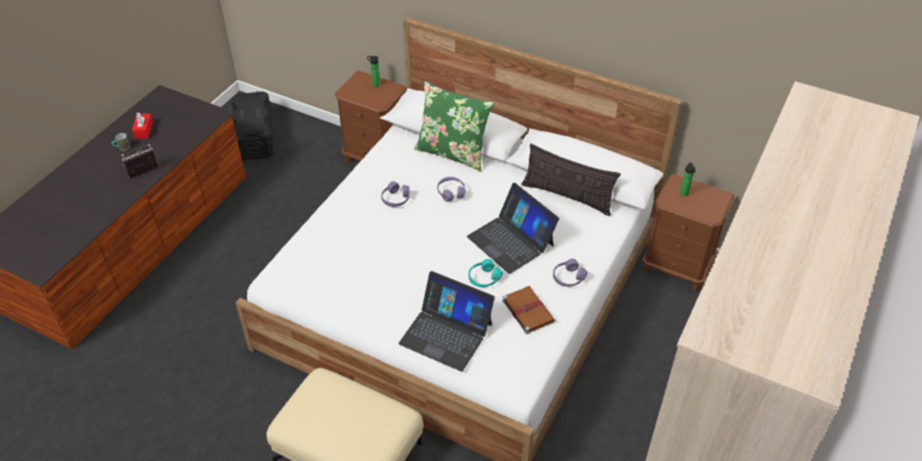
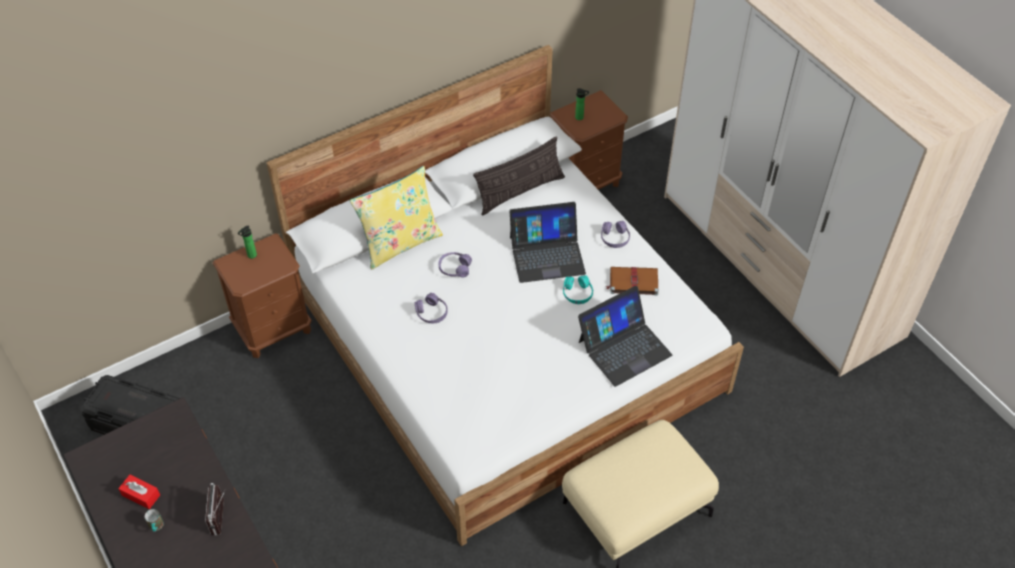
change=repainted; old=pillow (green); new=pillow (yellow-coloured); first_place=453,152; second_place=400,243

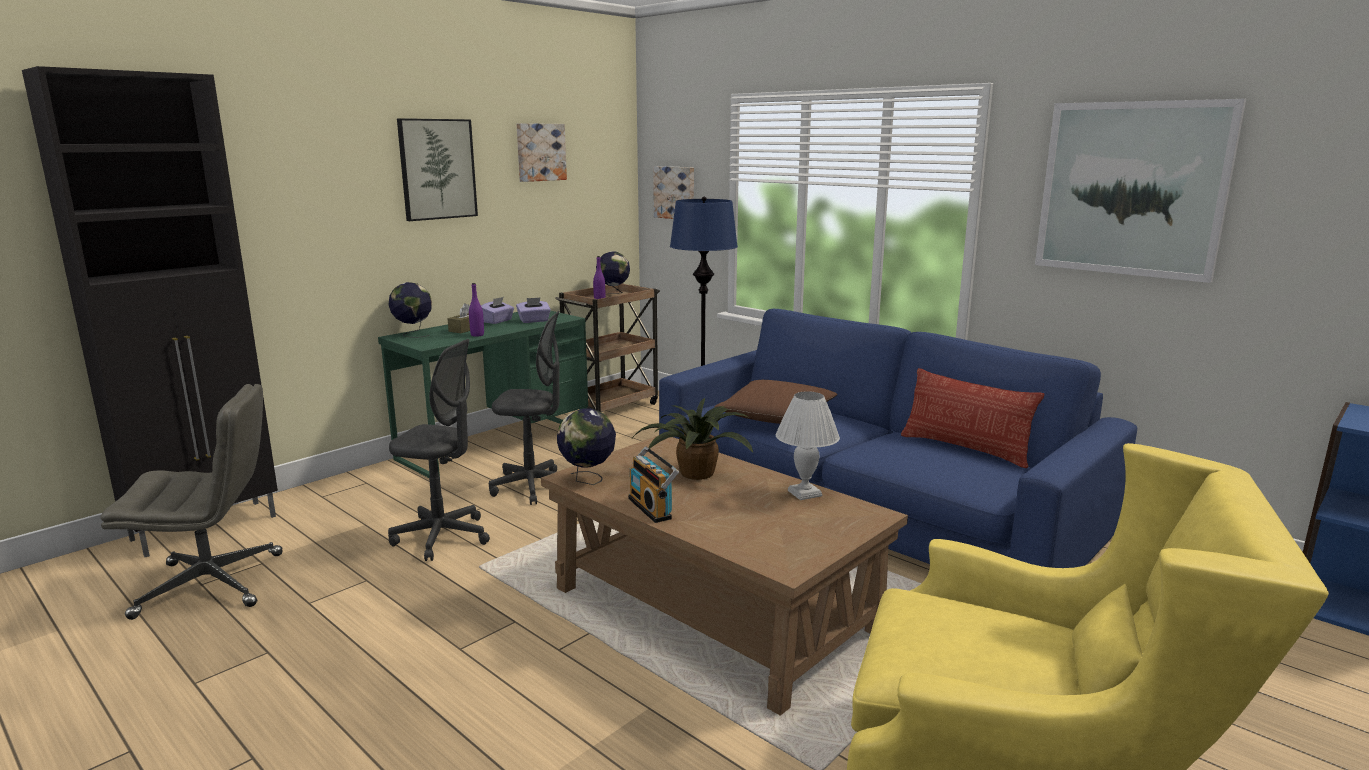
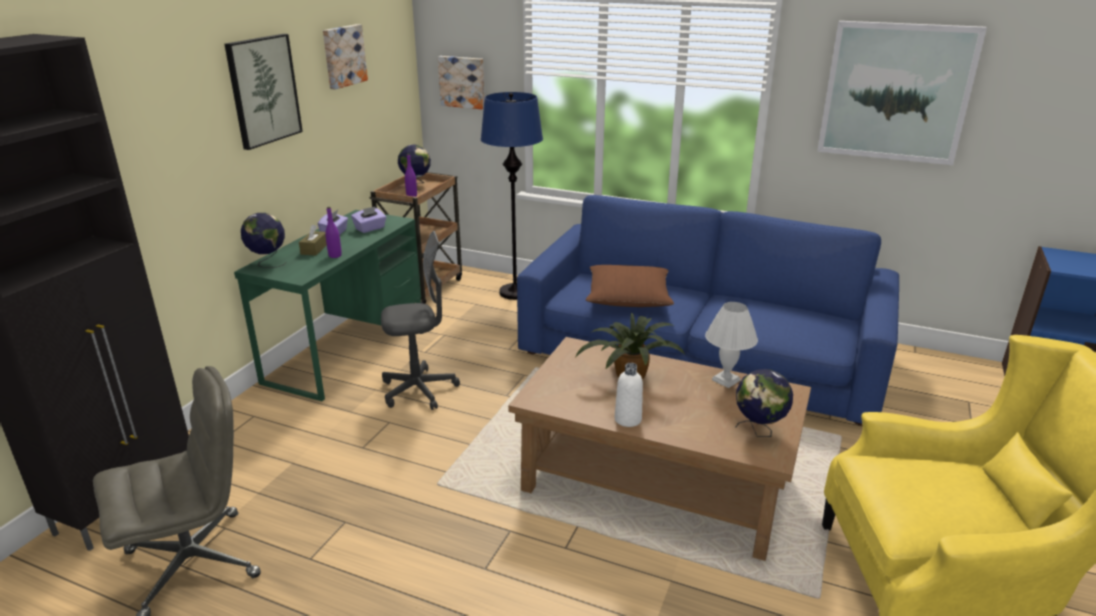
change=gone; old=office chair (greyish); first_place=442,537
change=shifted; old=desk globe; first_place=588,480; second_place=759,431
change=swapped; old=radio set; new=beverage bottle (white-coloured); first_place=652,508; second_place=628,419
change=gone; old=pillow; first_place=965,448

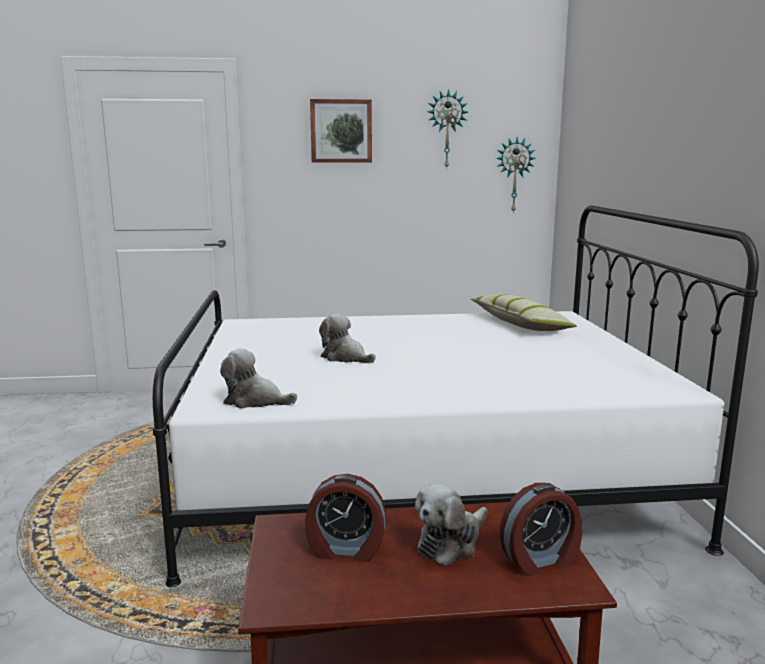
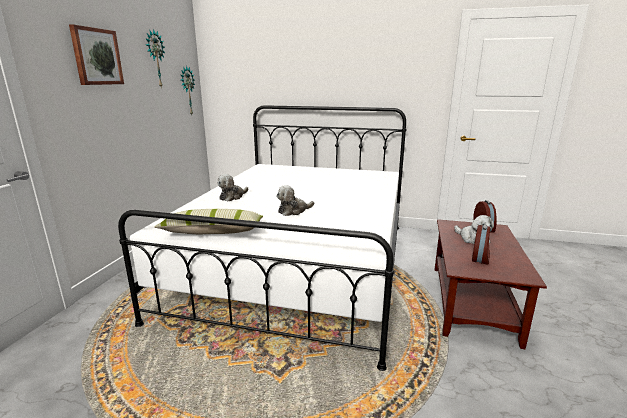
change=shifted; old=soft toy; first_place=255,401; second_place=232,197
change=shifted; old=pillow; first_place=520,325; second_place=213,232

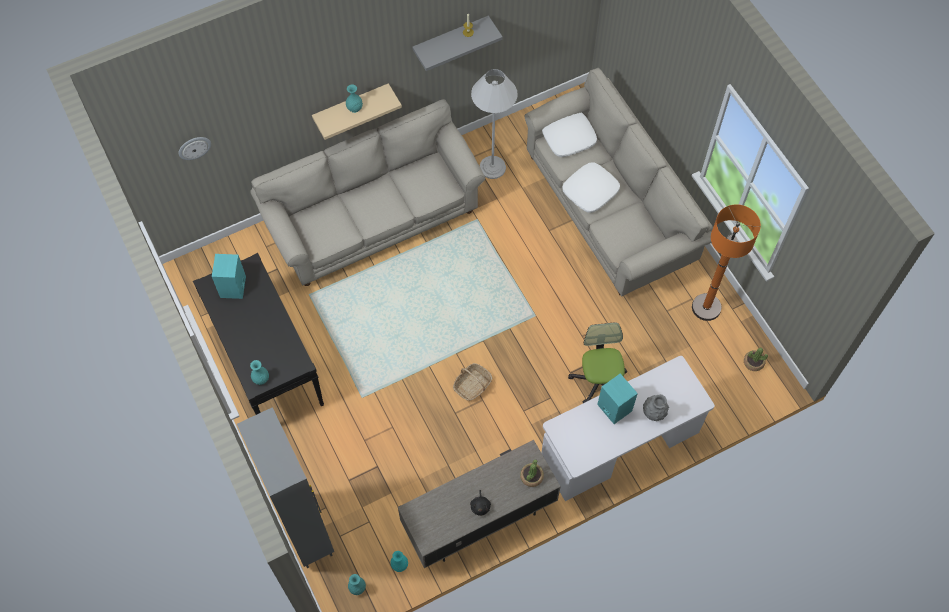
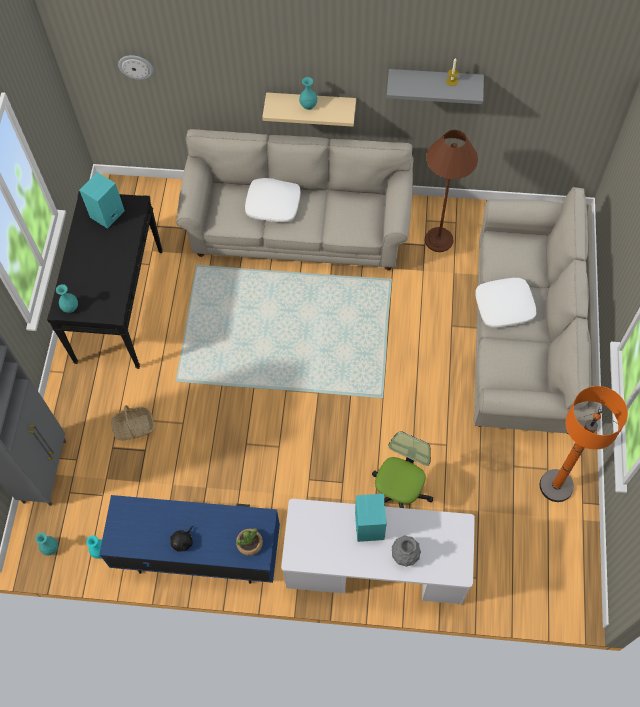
change=repainted; old=tv unit (greyish); new=tv unit (bluish); first_place=478,518; second_place=197,553
change=shifted; old=basket; first_place=472,385; second_place=134,427
change=repainted; old=standard lamp (white-coloured); new=standard lamp (brown); first_place=492,167; second_place=439,239
change=shifted; old=pillow (white-coloured); first_place=568,138; second_place=273,204
change=gone; old=plant in a pot; first_place=753,362

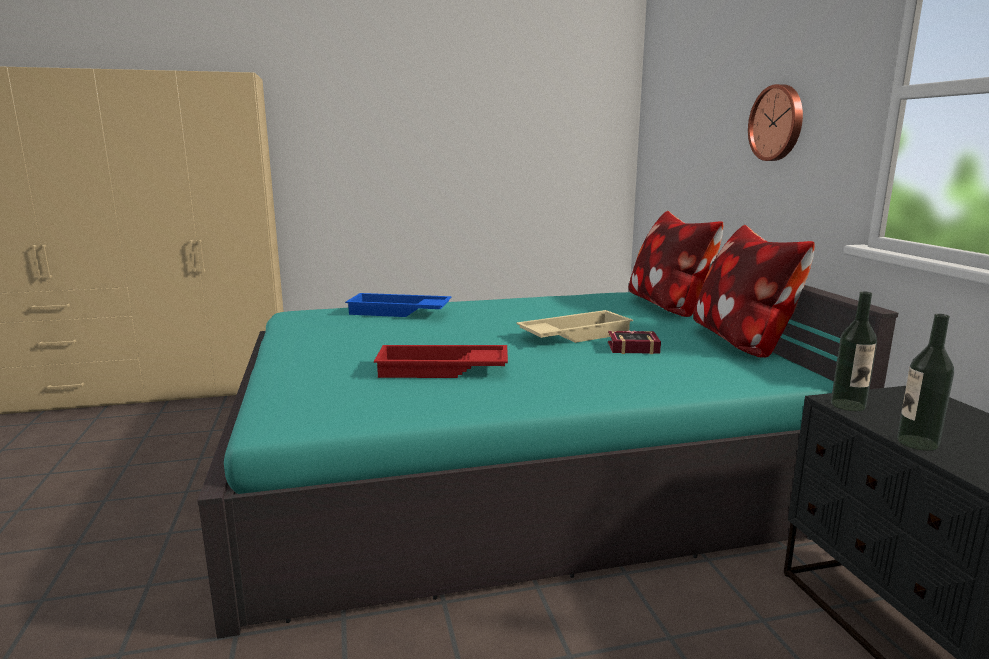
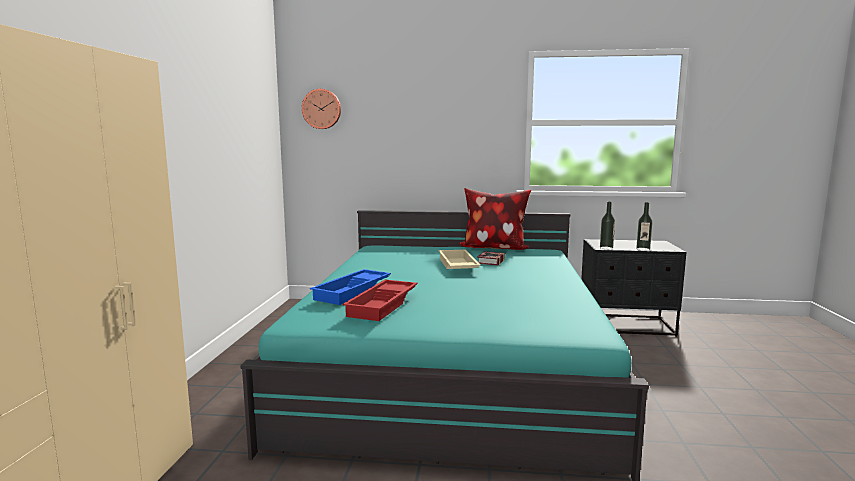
change=shifted; old=carrying tray (red); first_place=441,370; second_place=383,305
change=gone; old=pillow; first_place=669,306
change=shifted; old=hanging clock; first_place=777,123; second_place=322,109

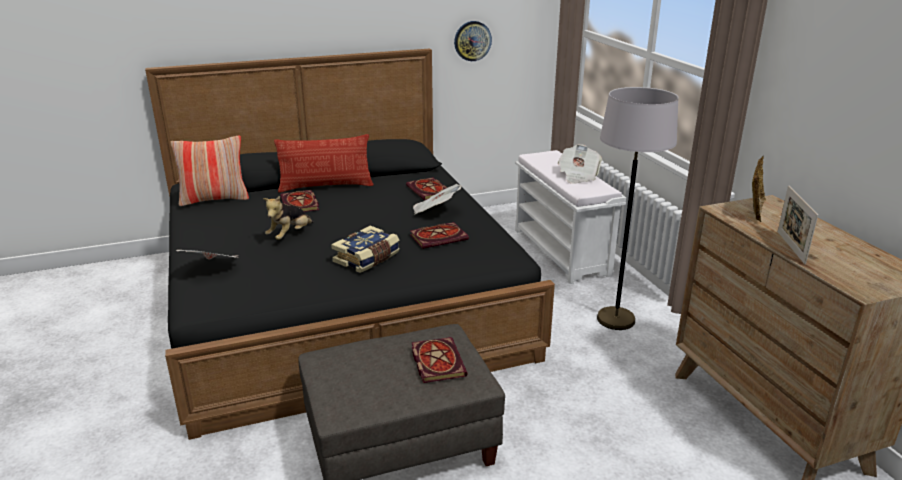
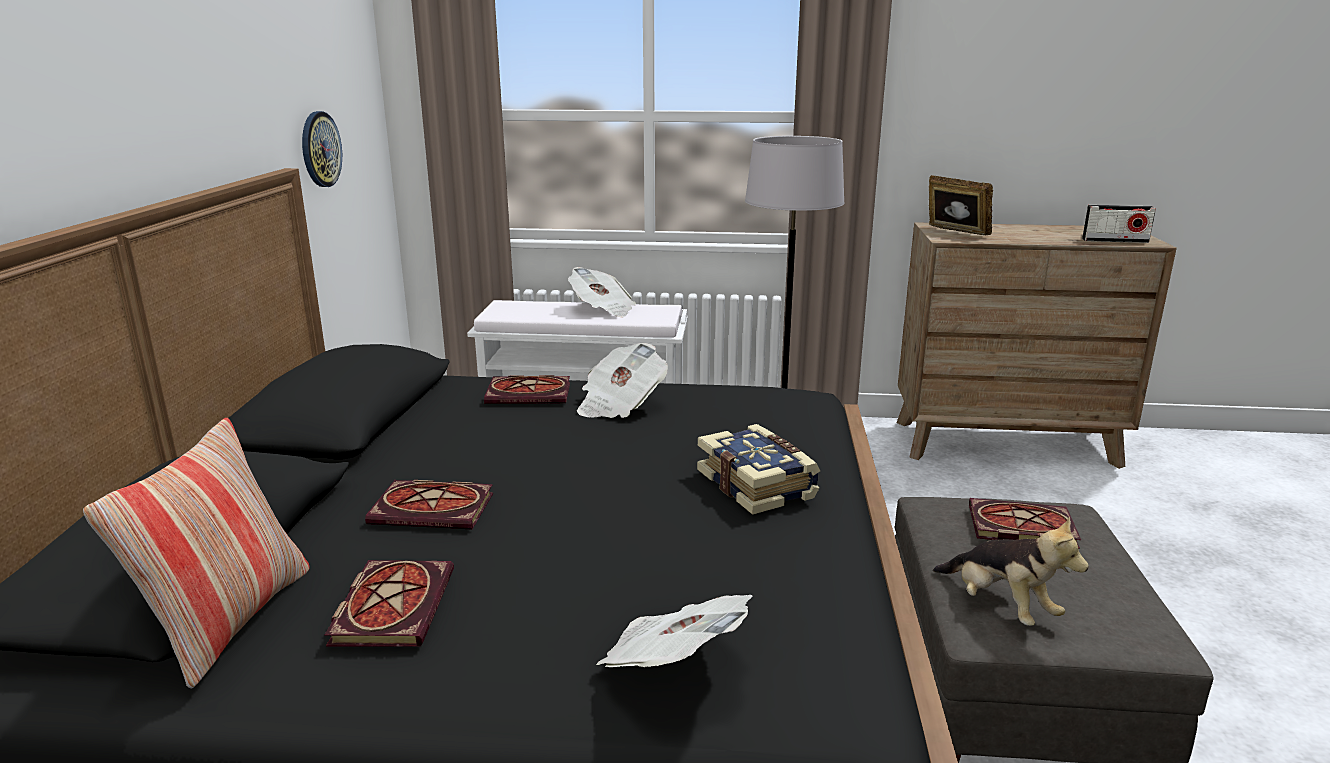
change=shifted; old=soft toy; first_place=290,235; second_place=1000,606
change=gone; old=pillow; first_place=326,186
change=shifted; old=book; first_place=439,237; second_place=392,605
change=gone; old=photo frame; first_place=790,247
change=new; new=radio set; second_place=1115,241

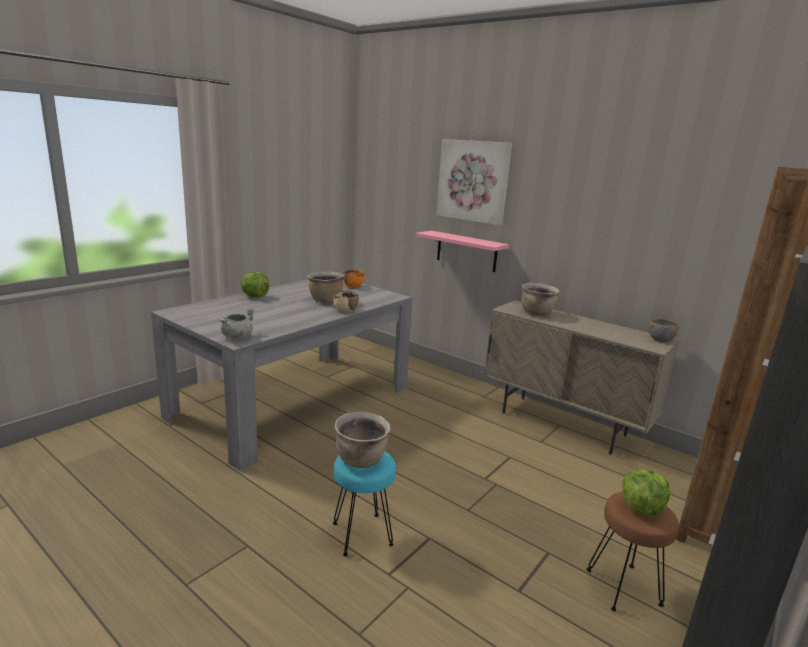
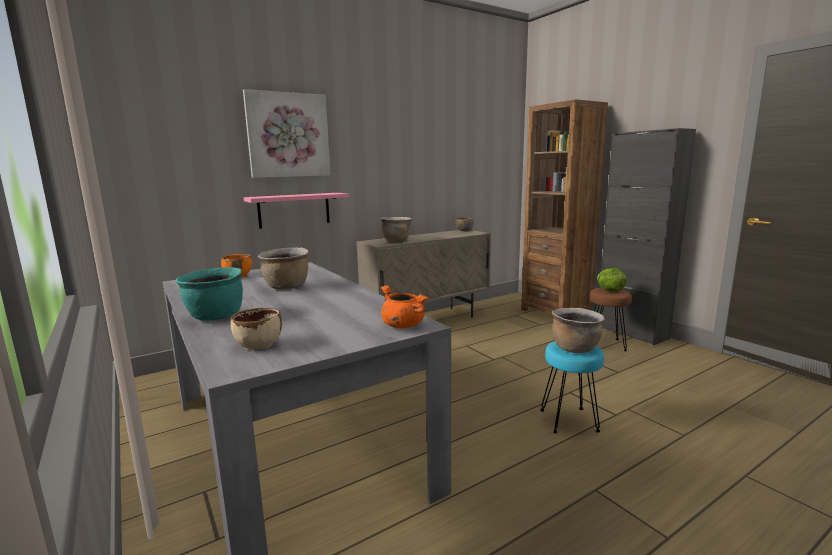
change=repainted; old=stockpot (greyish); new=stockpot (orangey); first_place=237,337; second_place=402,325
change=swapped; old=lettuce head; new=stockpot (turquoise); first_place=254,296; second_place=215,317
change=shifted; old=serving bowl (sand-coloured); first_place=345,310; second_place=259,345

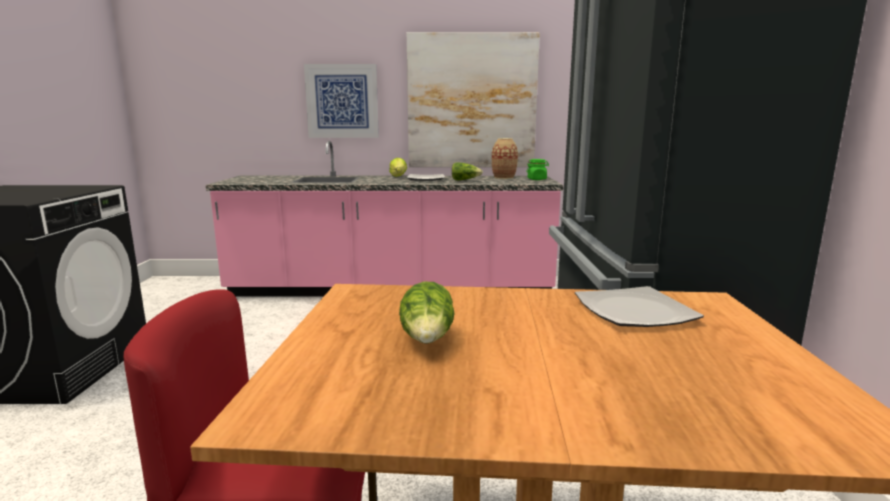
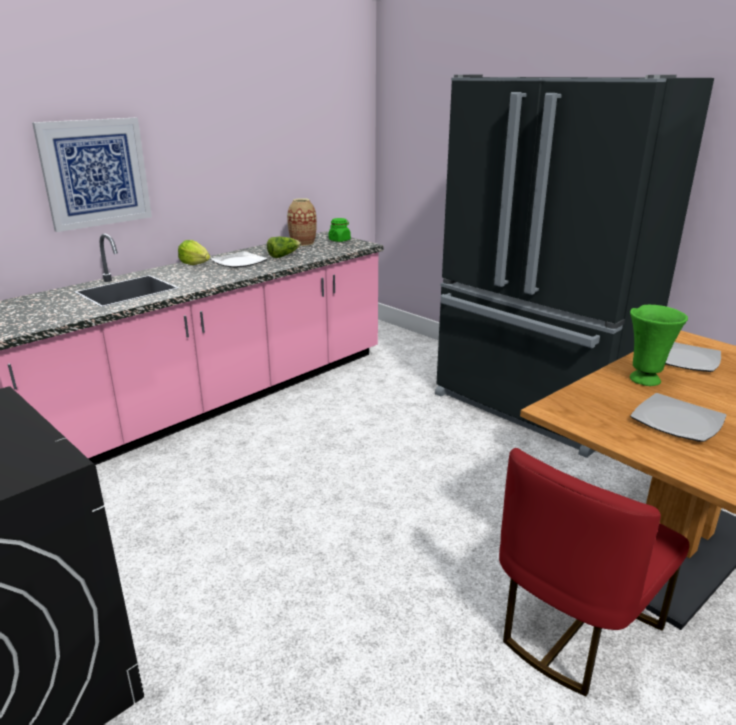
change=swapped; old=lettuce head; new=flat dish; first_place=428,339; second_place=676,420
change=gone; old=wall art; first_place=472,102
change=new; new=decorative vase (green); second_place=645,379

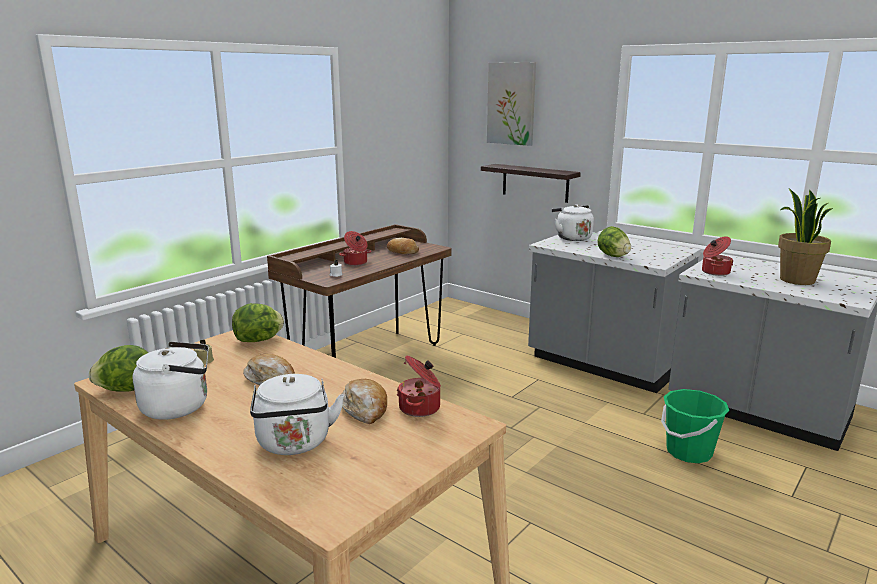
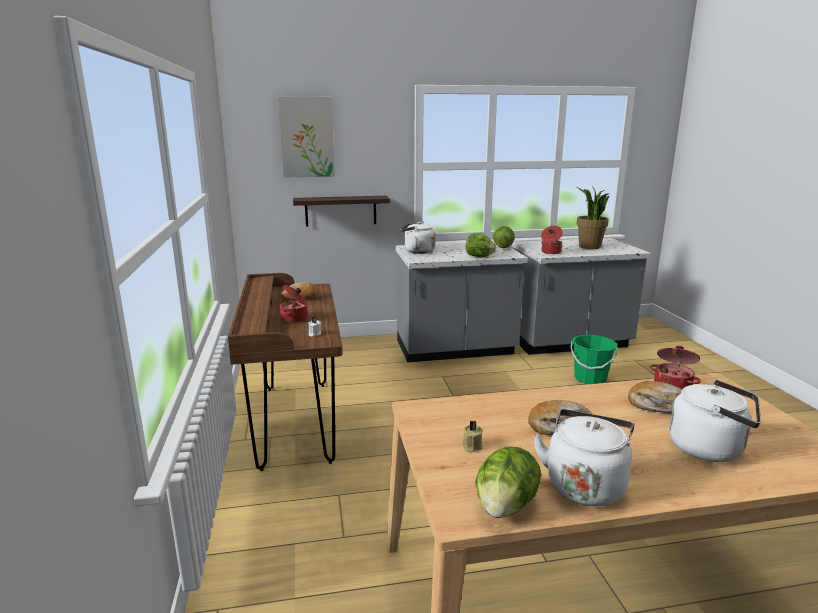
change=shifted; old=lettuce head; first_place=259,340; second_place=503,247

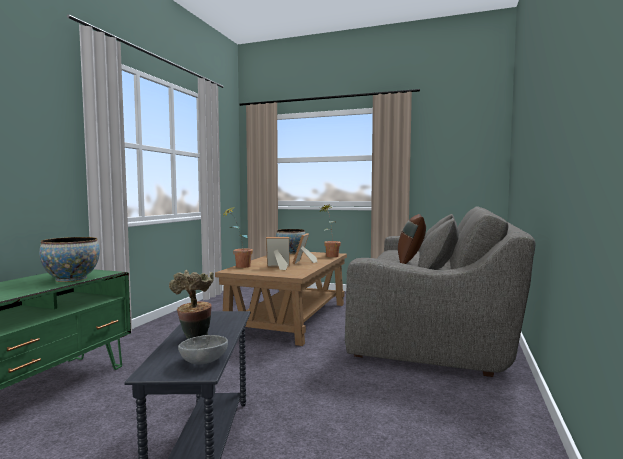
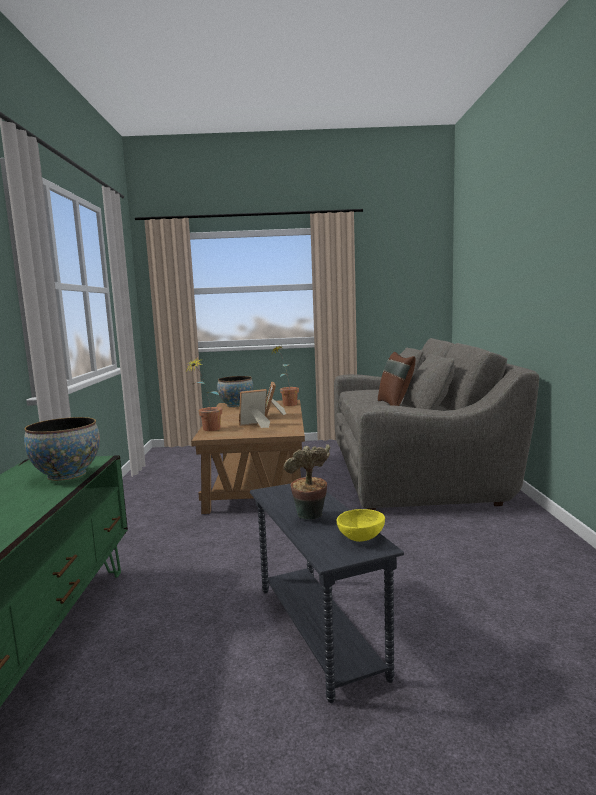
change=repainted; old=serving bowl (greyish); new=serving bowl (yellow-coloured); first_place=203,361; second_place=360,537

